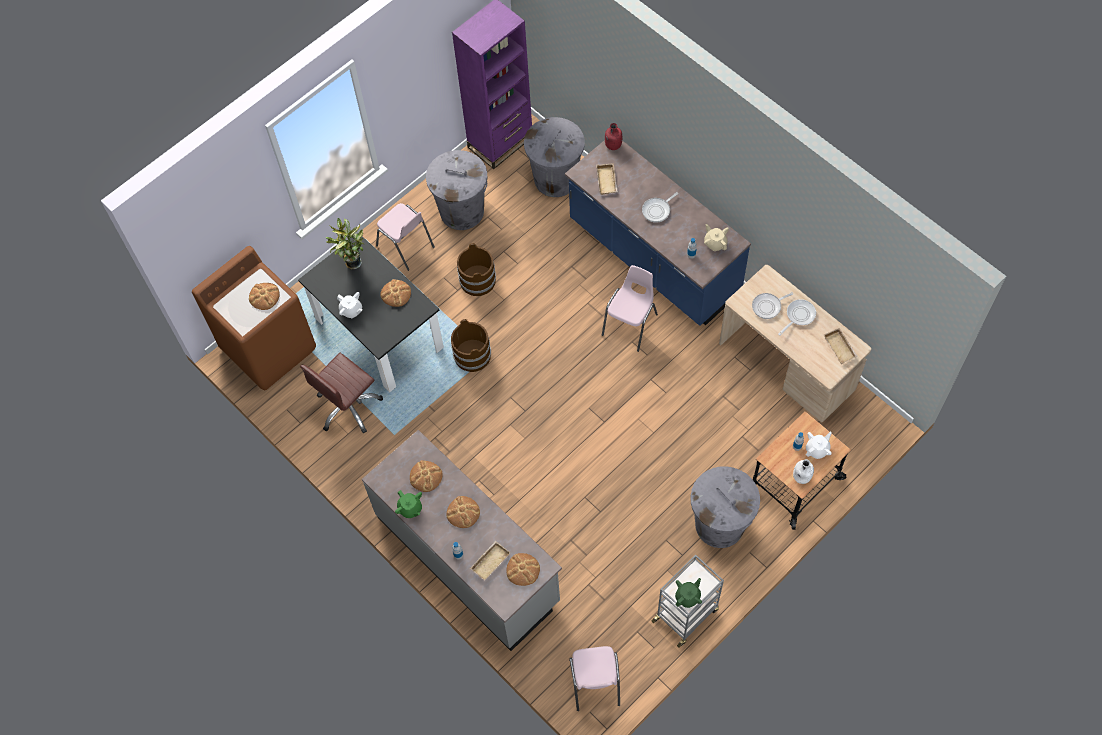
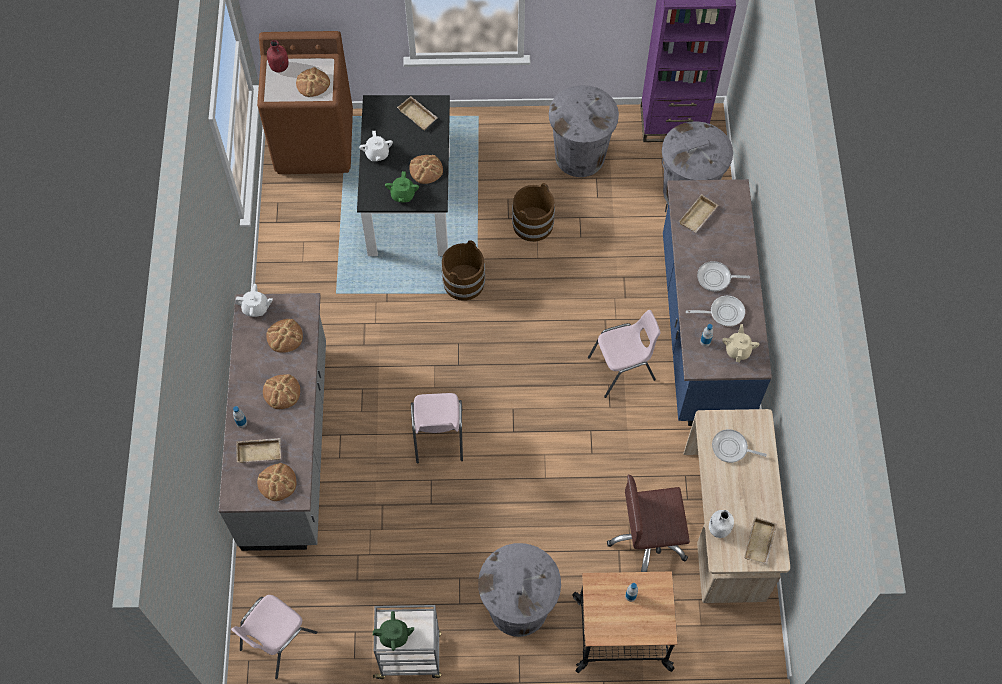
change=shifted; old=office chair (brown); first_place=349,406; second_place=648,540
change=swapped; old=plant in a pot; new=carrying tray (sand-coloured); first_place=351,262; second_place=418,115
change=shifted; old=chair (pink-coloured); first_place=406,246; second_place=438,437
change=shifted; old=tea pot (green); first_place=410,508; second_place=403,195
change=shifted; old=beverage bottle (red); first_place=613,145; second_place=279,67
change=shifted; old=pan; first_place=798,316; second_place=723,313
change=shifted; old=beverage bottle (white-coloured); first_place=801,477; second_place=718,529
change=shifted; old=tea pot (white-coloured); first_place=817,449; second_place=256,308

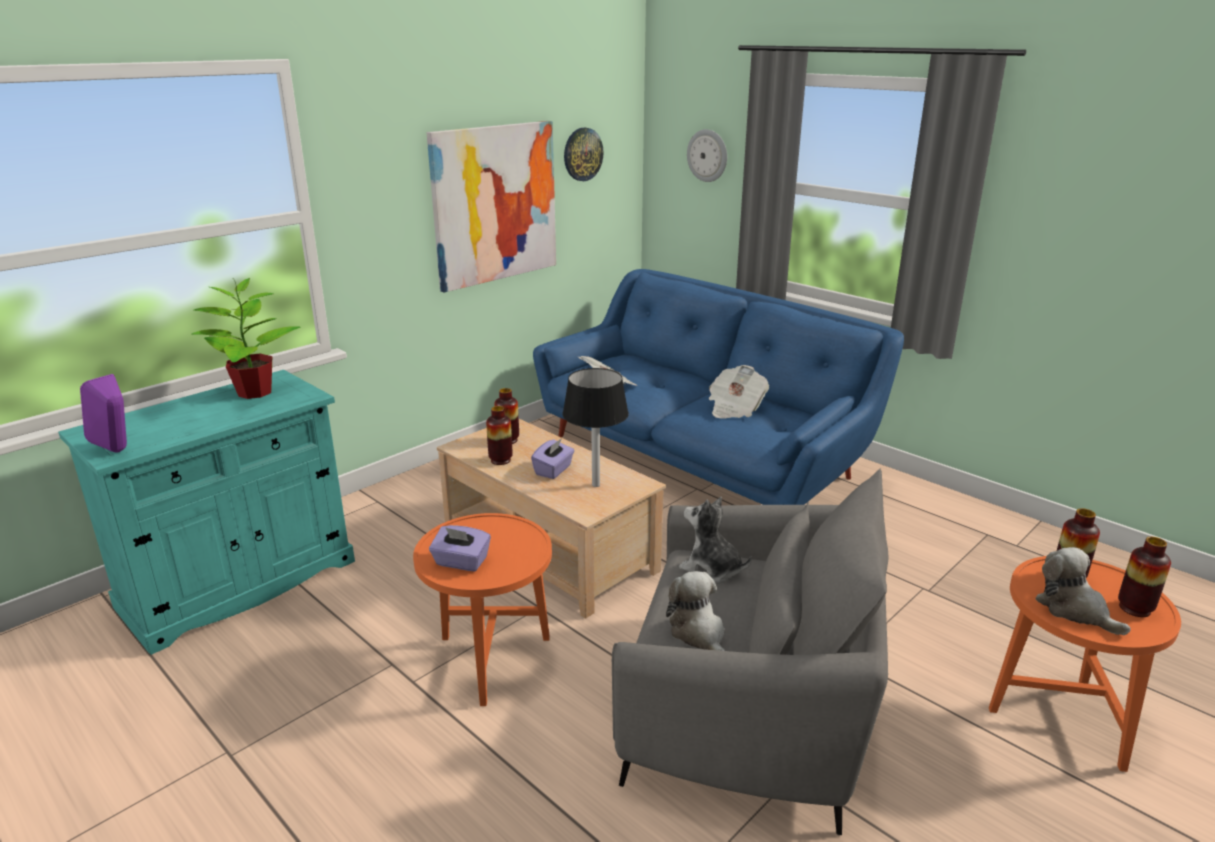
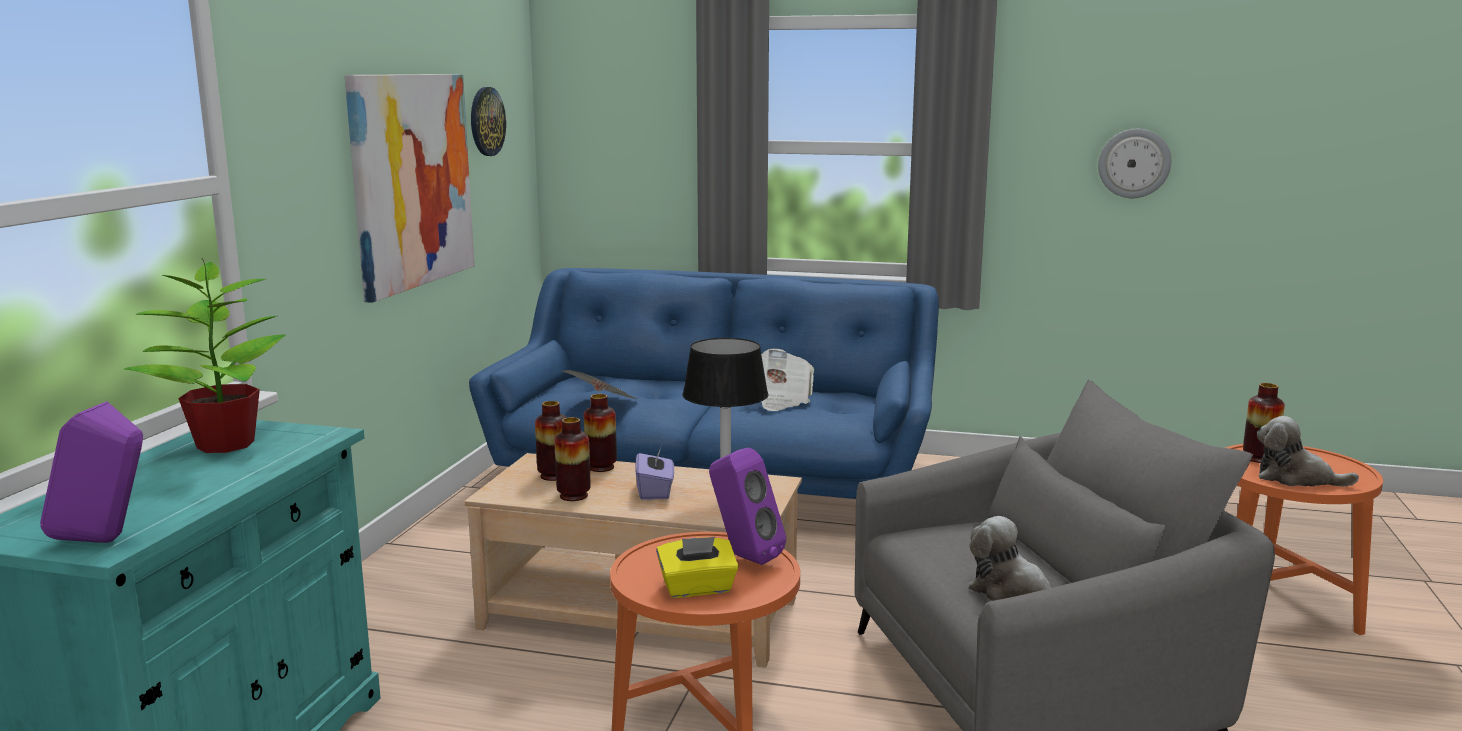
change=repainted; old=tissue box (purplish); new=tissue box (yellow-coloured); first_place=461,562; second_place=697,588
change=gone; old=soft toy; first_place=711,570
change=shifted; old=hanging clock; first_place=707,155; second_place=1134,163
change=shifted; old=decorative vase; first_place=1134,608; second_place=601,467
change=new; new=loudspeaker (purplish); second_place=743,557

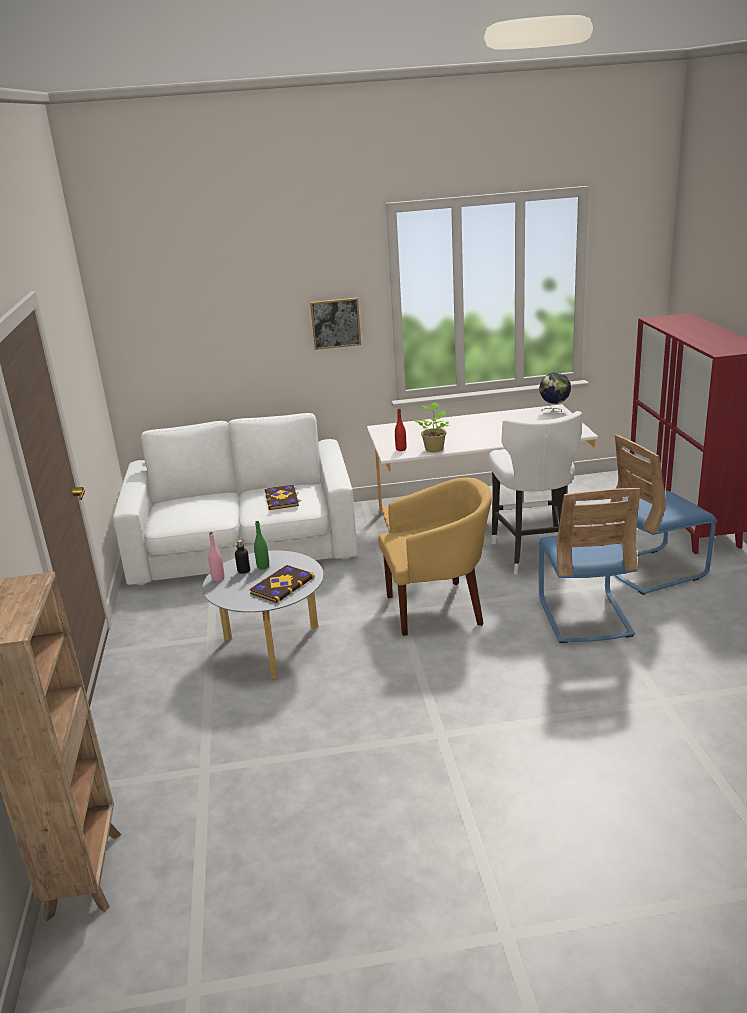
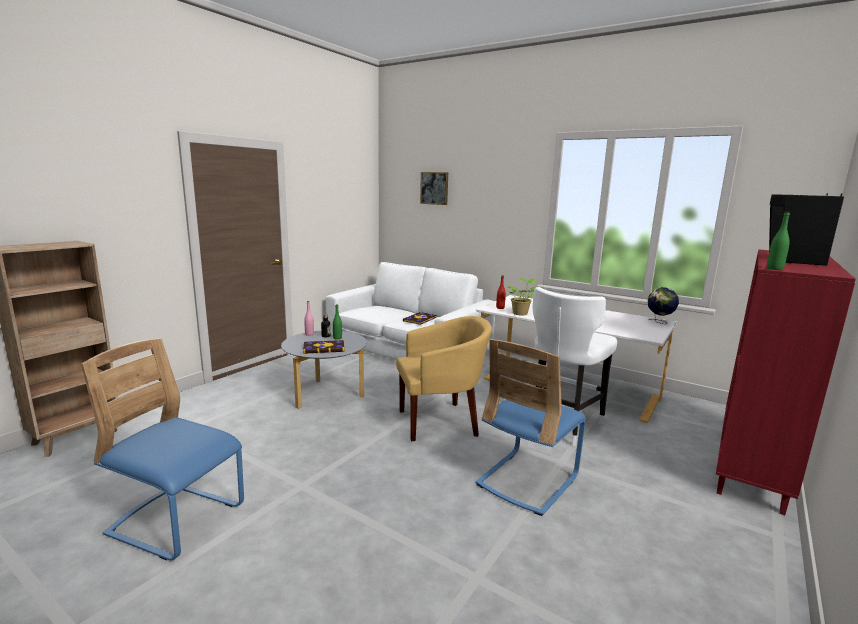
change=shifted; old=wall art; first_place=335,323; second_place=434,188
change=rotated; old=easy chair (yellow-coloured); first_place=438,608; second_place=440,421; degrees=-45
change=shifted; old=chair (bluish); first_place=654,570; second_place=177,521
change=new; new=beverage bottle (green); second_place=774,269
change=new; new=loudspeaker (blackish); second_place=792,260

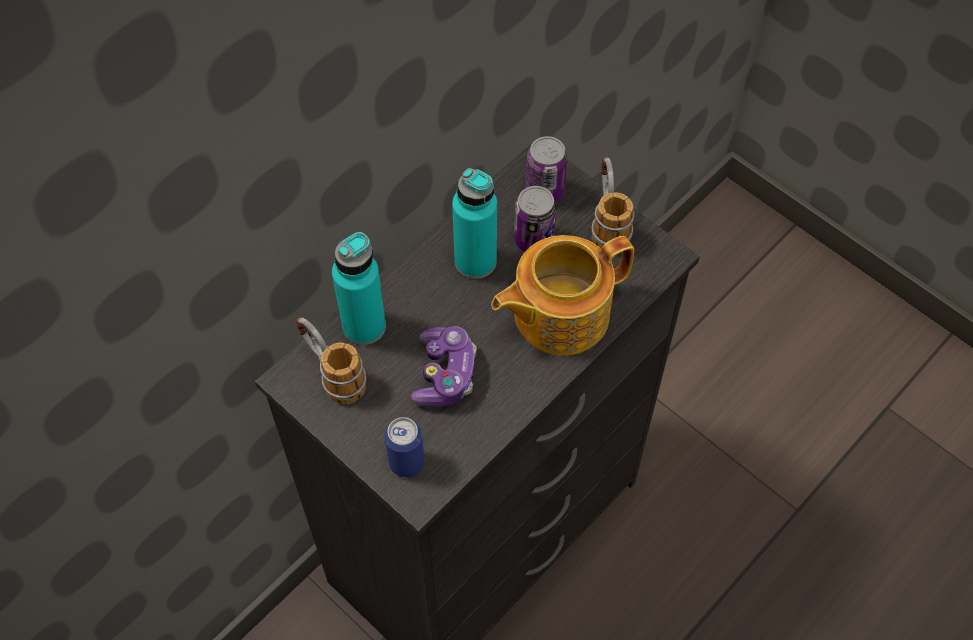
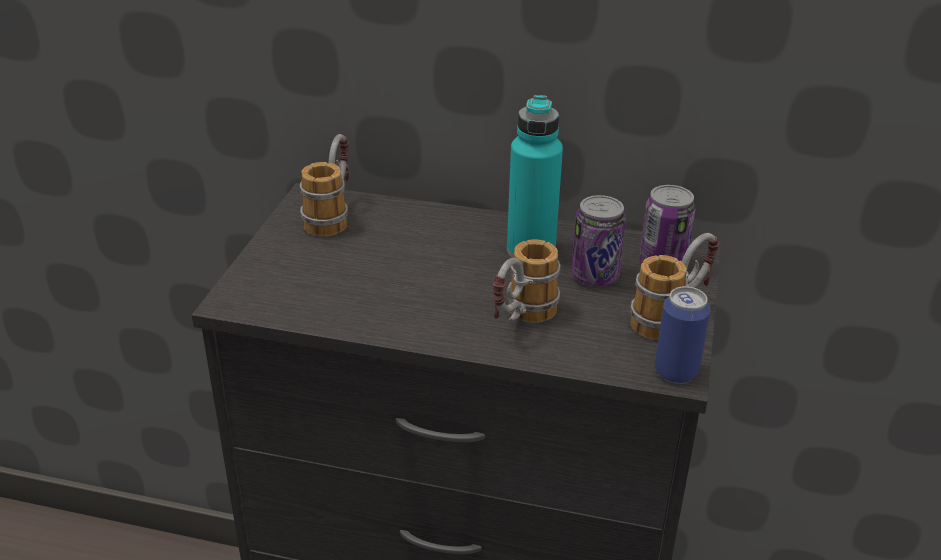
change=gone; old=beverage bottle (turquoise); first_place=364,326
change=shifted; old=can; first_place=406,462; second_place=676,372
change=gone; old=gamepad; first_place=445,374
change=swapped; old=tea pot; new=mug; first_place=558,314; second_place=520,320

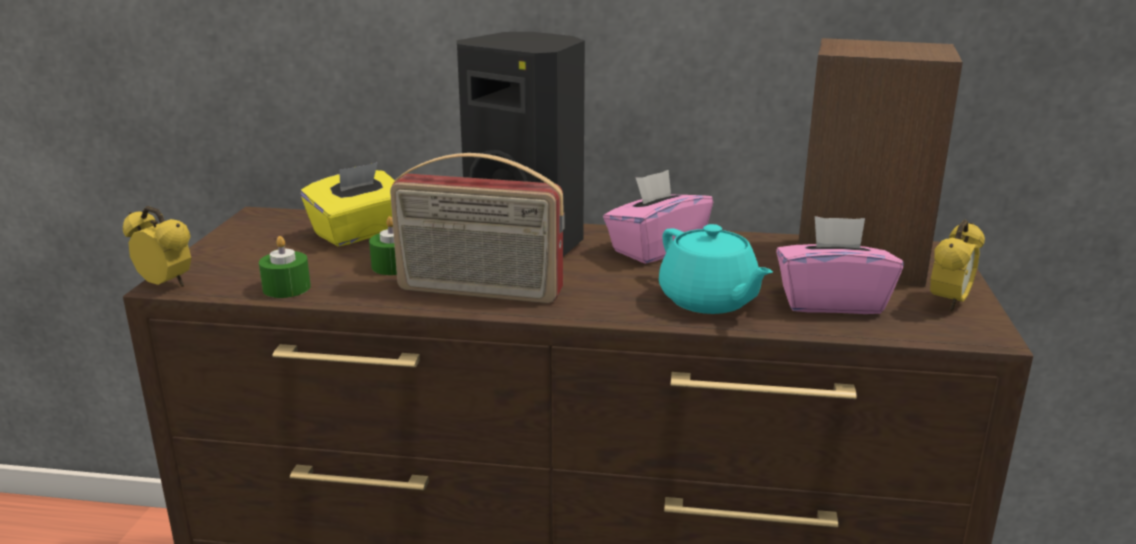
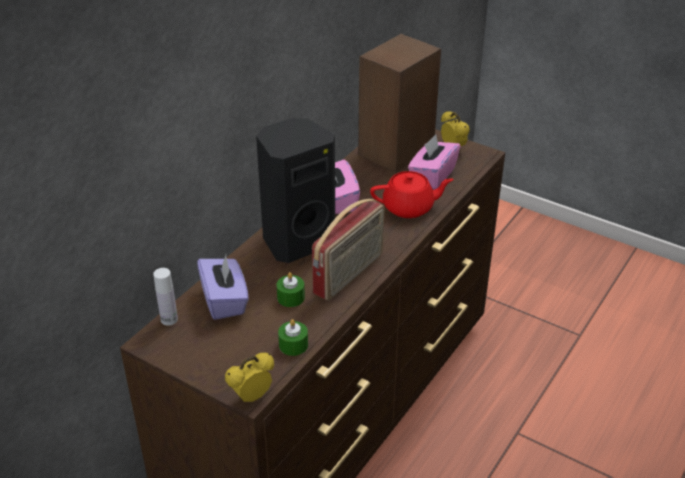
change=repainted; old=tissue box (yellow-coloured); new=tissue box (purplish); first_place=360,233; second_place=225,301
change=repainted; old=tea pot (turquoise); new=tea pot (red); first_place=709,301; second_place=409,208
change=new; new=beverage bottle (white-coloured); second_place=169,319

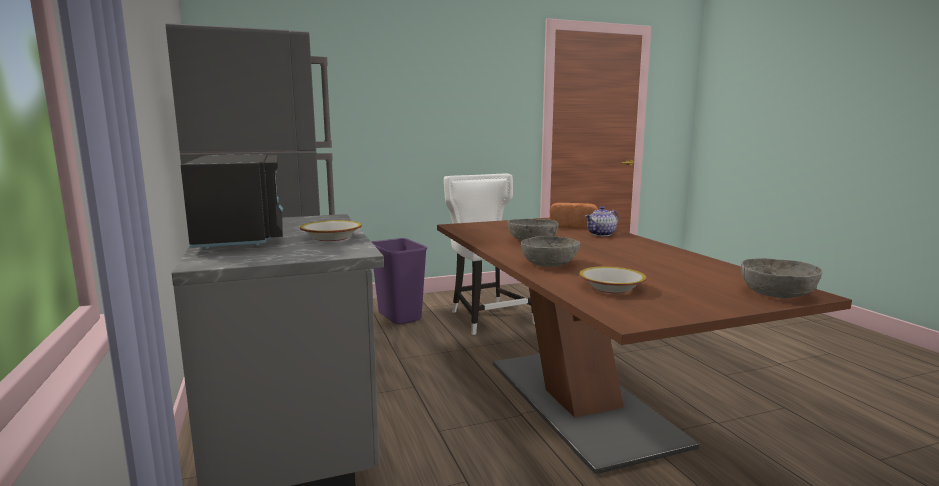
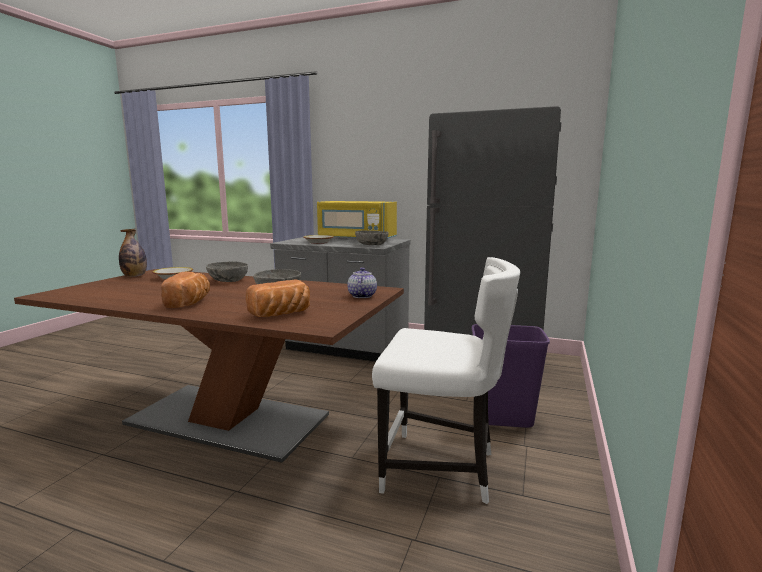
change=repainted; old=microwave (blackish); new=microwave (yellow-coloured); first_place=241,235; second_place=356,239
change=shifted; old=tea pot; first_place=601,234; second_place=361,296
change=shifted; old=serving bowl (greyish); first_place=776,293; second_place=371,245
change=new; new=beverage bottle; second_place=135,276
change=new; new=bakery bread; second_place=190,303

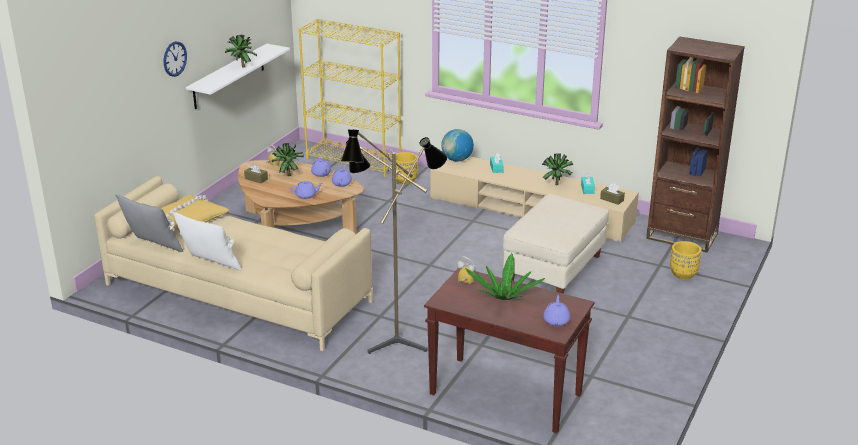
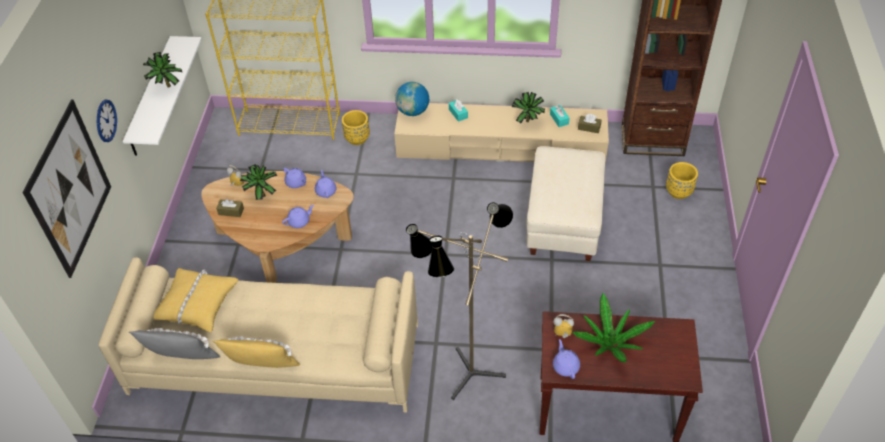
change=repainted; old=pillow (white-coloured); new=pillow (yellow-coloured); first_place=209,267; second_place=263,371
change=shifted; old=tea pot (purplish); first_place=556,320; second_place=565,366
change=new; new=wall art; second_place=70,189

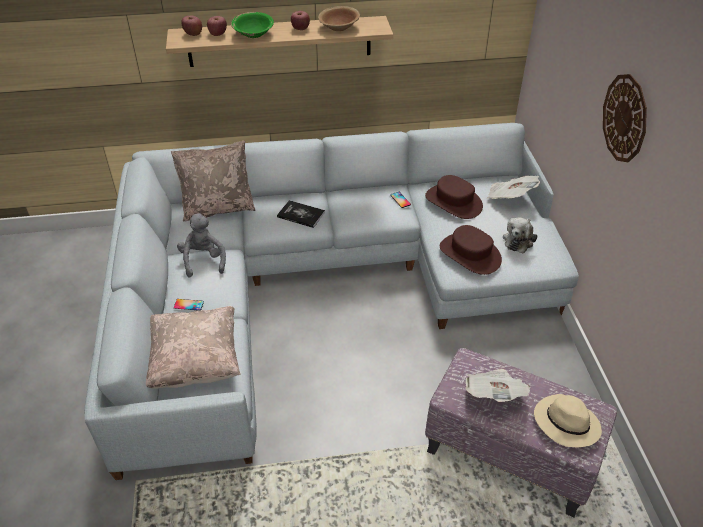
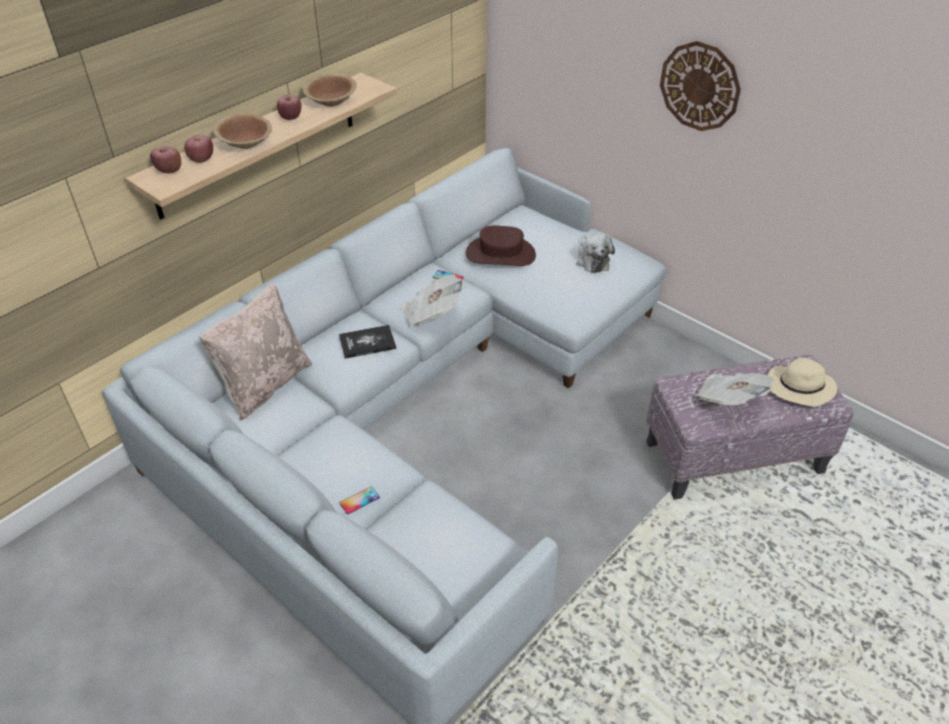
change=gone; old=pillow (sand-coloured); first_place=195,362
change=gone; old=soft toy (greyish); first_place=203,260
change=repainted; old=serving bowl (green); new=serving bowl (brown); first_place=253,34; second_place=245,143
change=gone; old=wearable hat (brown); first_place=470,254
change=shifted; old=newspaper; first_place=510,197; second_place=432,313

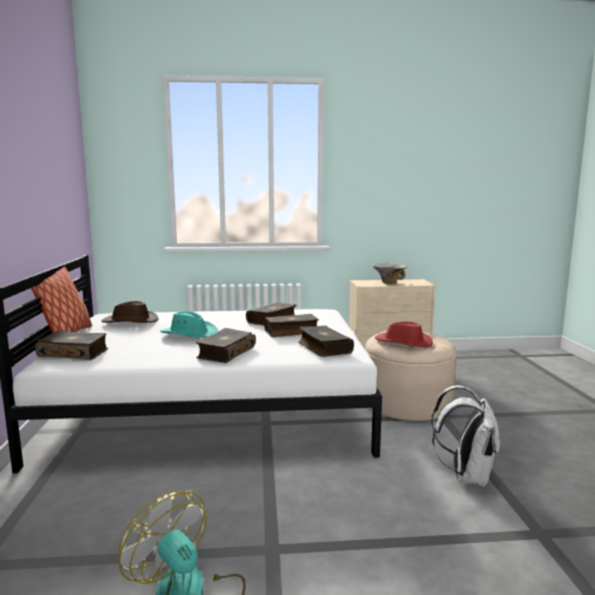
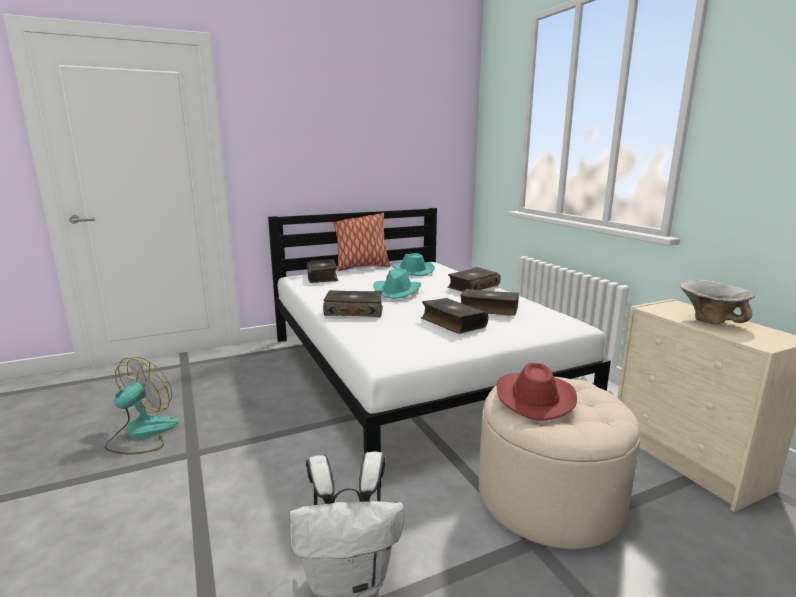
change=repainted; old=wearable hat (brown); new=wearable hat (turquoise); first_place=130,321; second_place=411,271
change=shifted; old=book; first_place=323,348; second_place=472,287

